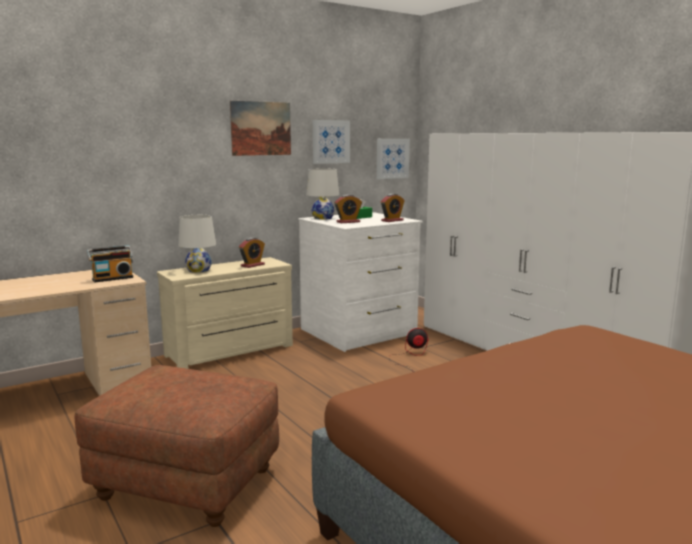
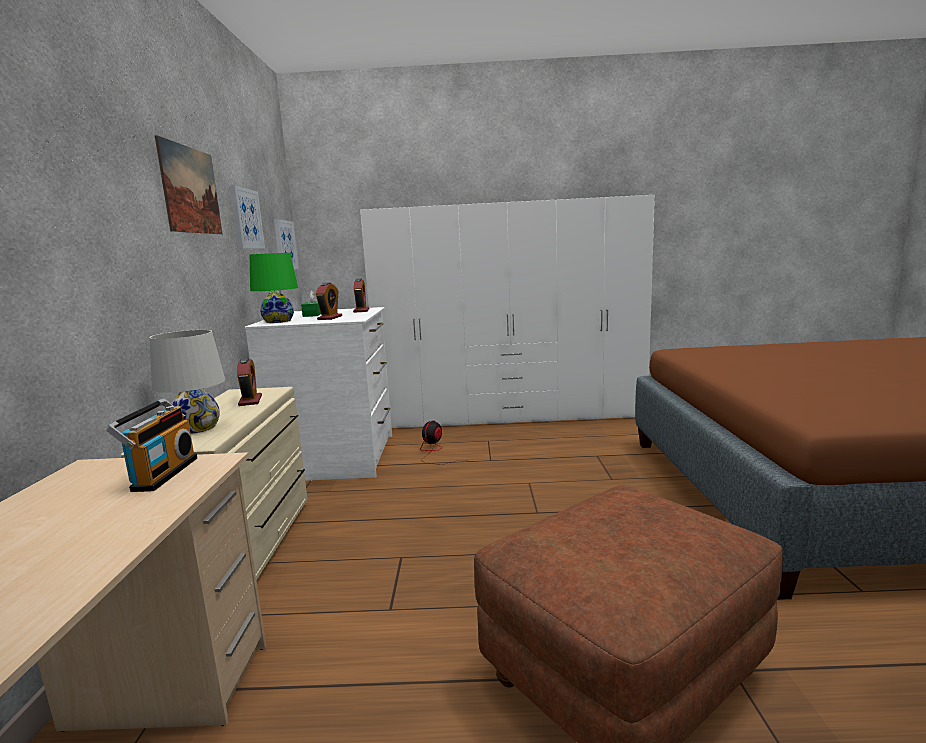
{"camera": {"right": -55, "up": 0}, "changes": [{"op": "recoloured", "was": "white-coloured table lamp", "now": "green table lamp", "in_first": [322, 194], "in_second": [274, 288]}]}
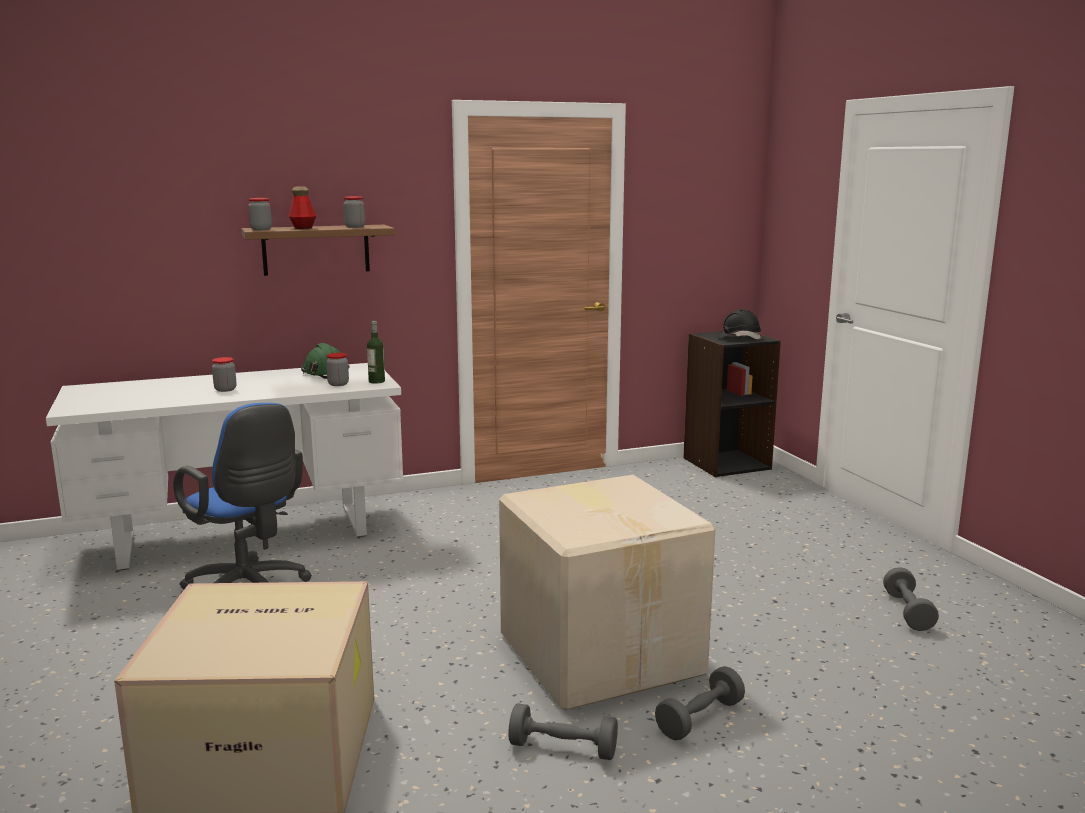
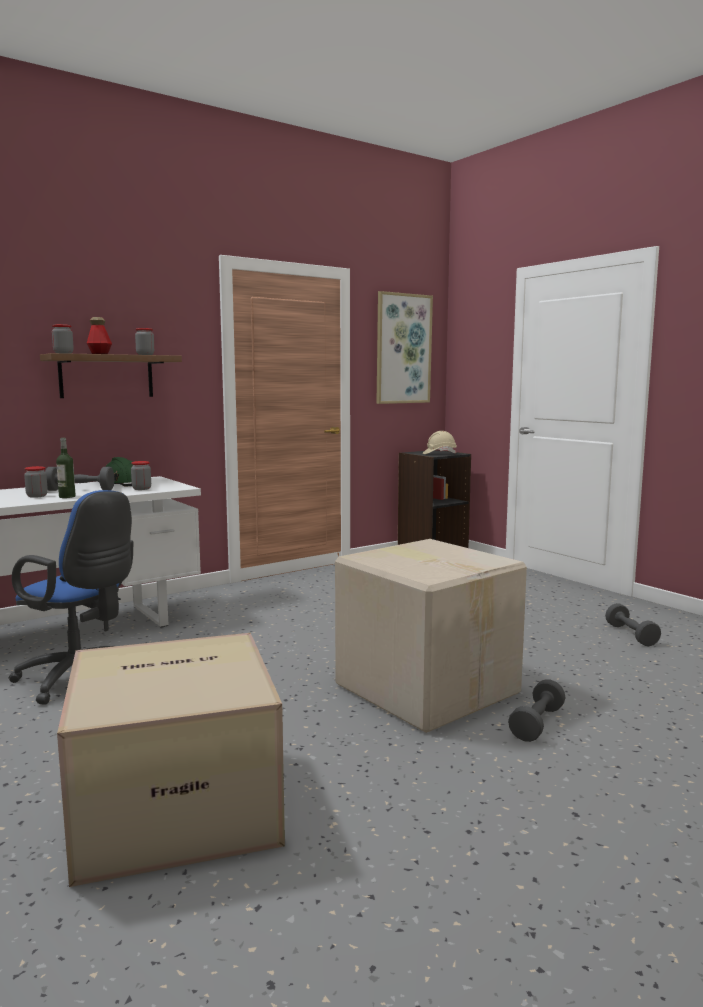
{"camera": {"right": -15, "up": -5}, "changes": [{"op": "moved", "was": "drink bottle", "in_first": [376, 352], "in_second": [66, 468]}, {"op": "moved", "was": "grey hand weight", "in_first": [563, 731], "in_second": [79, 479]}, {"op": "recoloured", "was": "black-coloured hard hat", "now": "beige-coloured hard hat", "in_first": [739, 324], "in_second": [440, 442]}, {"op": "added", "now": "wall art", "in_second": [404, 347]}]}
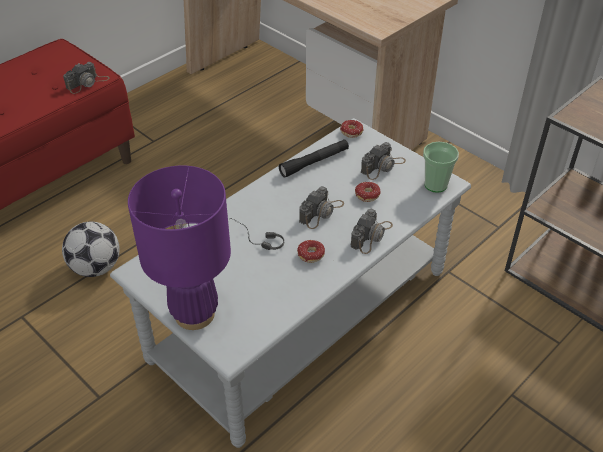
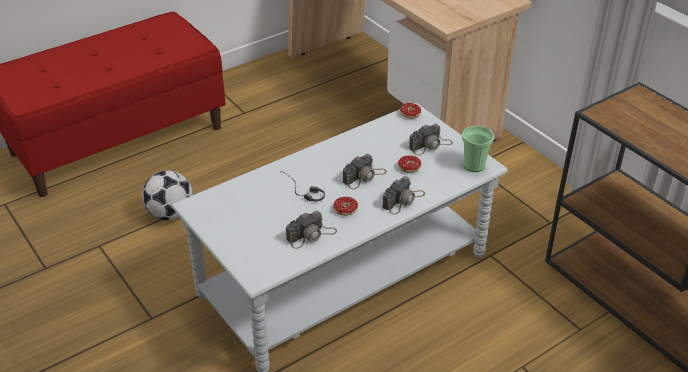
{"camera": {"right": 10, "up": -5}, "changes": [{"op": "moved", "was": "photo camera", "in_first": [86, 78], "in_second": [311, 230]}, {"op": "removed", "was": "purple table lamp", "in_first": [179, 247]}, {"op": "removed", "was": "black-coloured flashlight", "in_first": [314, 158]}]}
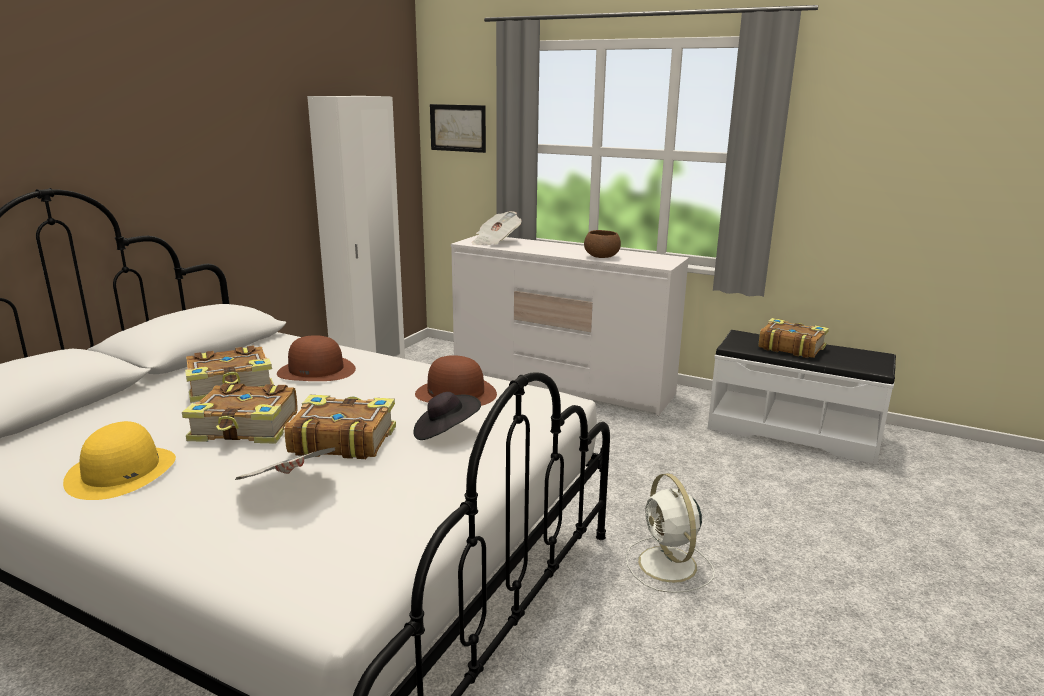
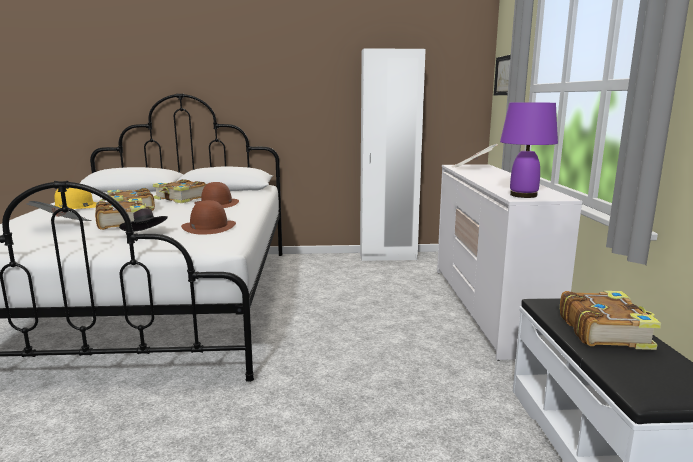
{"camera": {"right": 60, "up": -5}, "changes": [{"op": "removed", "was": "brownish bowl", "in_first": [602, 244]}, {"op": "removed", "was": "white-coloured electric fan", "in_first": [670, 533]}, {"op": "added", "now": "purple table lamp", "in_second": [529, 150]}]}
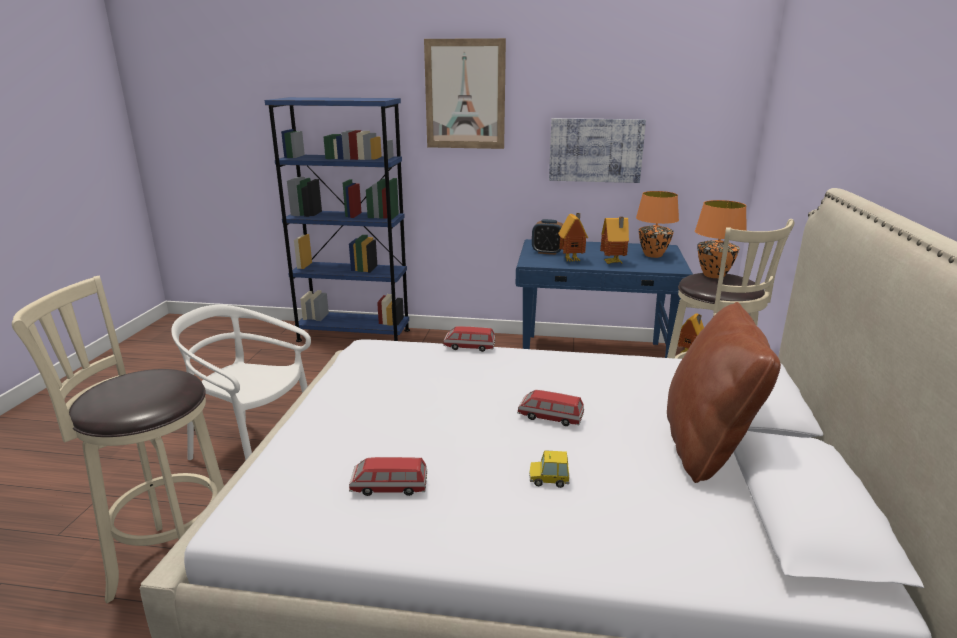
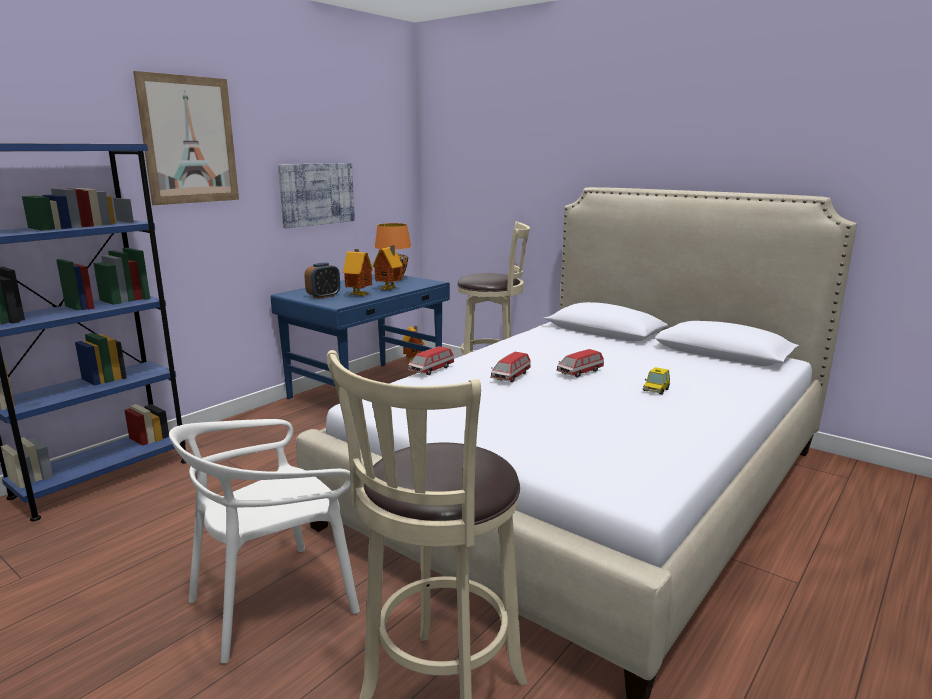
{"camera": {"right": -60, "up": -5}, "changes": [{"op": "moved", "was": "miniature car", "in_first": [388, 476], "in_second": [510, 367]}, {"op": "removed", "was": "brownish cushion", "in_first": [724, 392]}, {"op": "removed", "was": "orange-coloured table lamp", "in_first": [721, 239]}]}
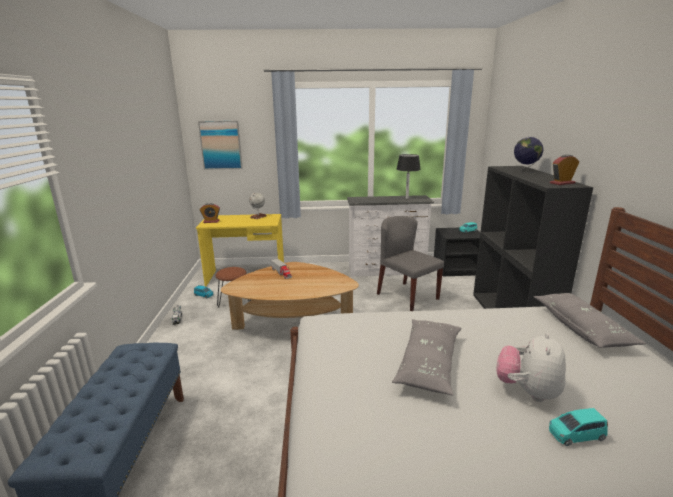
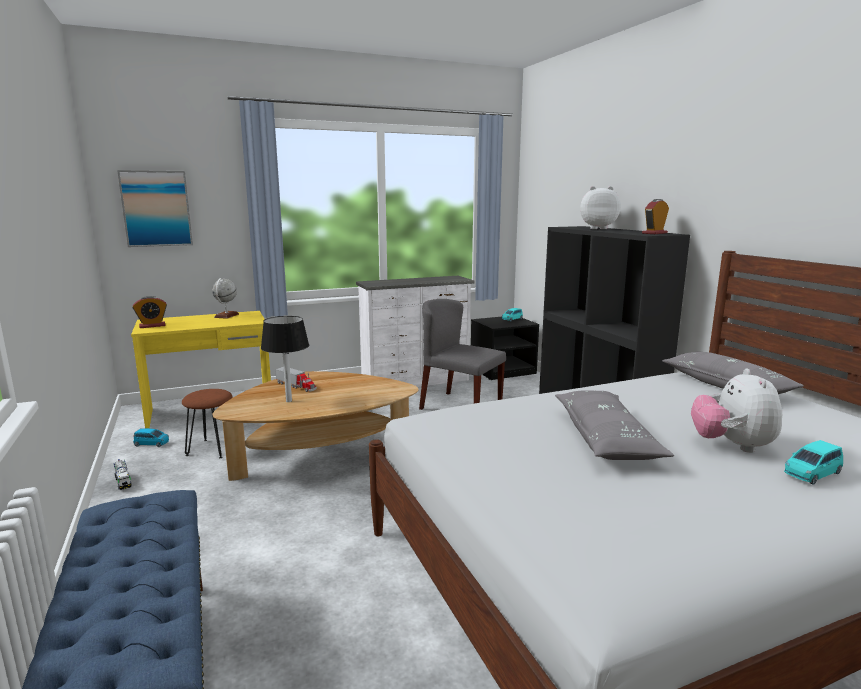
{"camera": {"right": -20, "up": -5}, "changes": [{"op": "moved", "was": "black-coloured table lamp", "in_first": [408, 176], "in_second": [285, 359]}, {"op": "replaced", "was": "world globe", "now": "cuddly toy", "in_first": [529, 155], "in_second": [600, 207]}]}
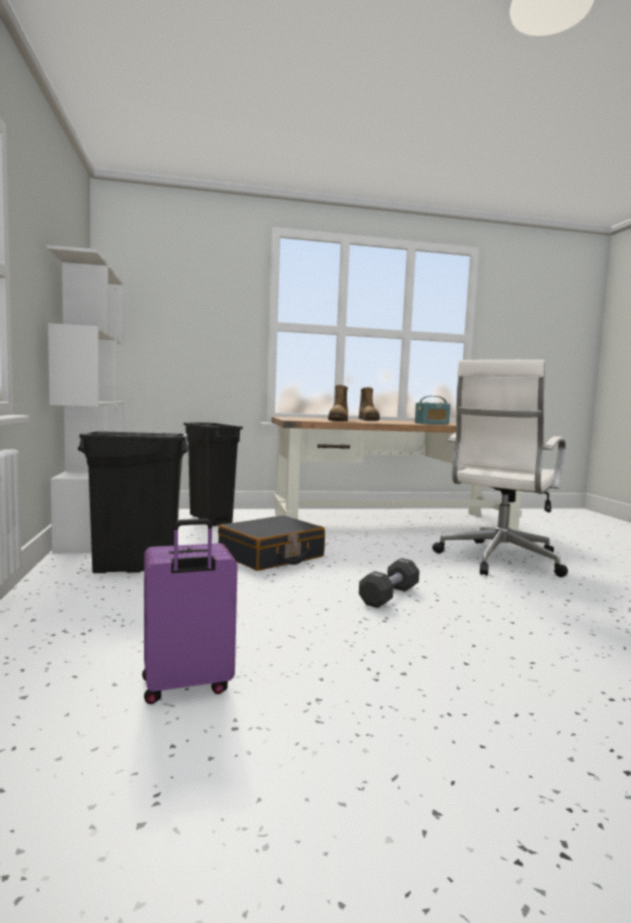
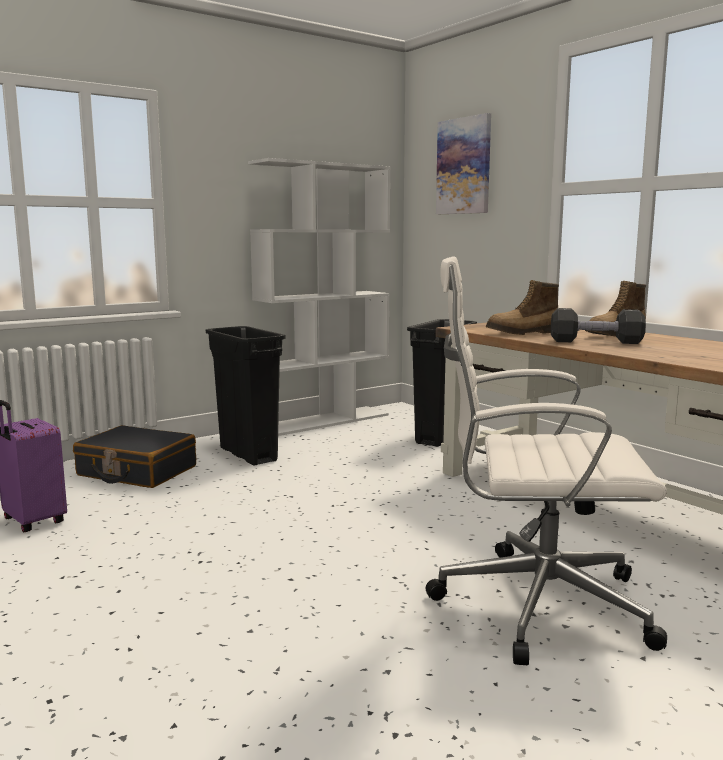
{"camera": {"right": 65, "up": 5}, "changes": [{"op": "moved", "was": "black-coloured travel case", "in_first": [271, 543], "in_second": [134, 456]}, {"op": "moved", "was": "black-coloured hand weight", "in_first": [389, 583], "in_second": [598, 326]}, {"op": "removed", "was": "radio set", "in_first": [432, 410]}, {"op": "added", "now": "wall art", "in_second": [463, 163]}]}
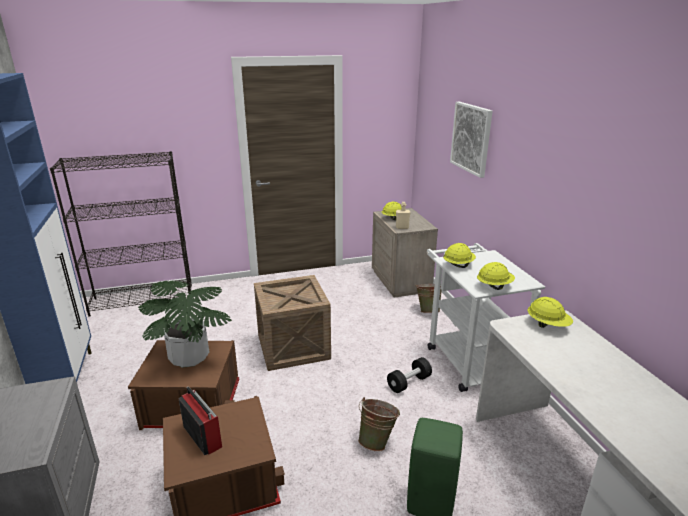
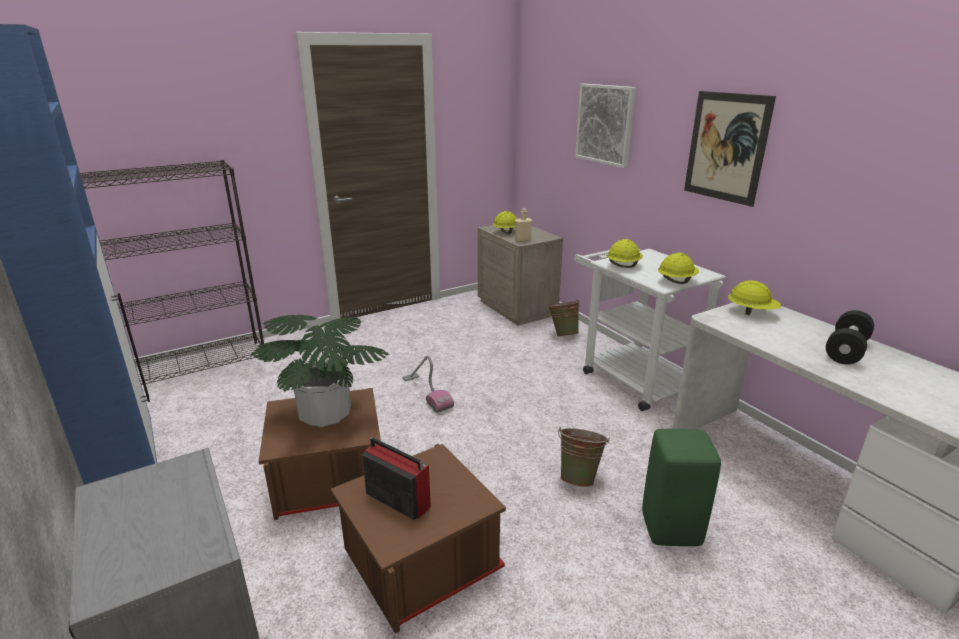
{"camera": {"right": -15, "up": 0}, "changes": [{"op": "replaced", "was": "shipping crate", "now": "vacuum cleaner", "in_first": [292, 323], "in_second": [428, 384]}, {"op": "moved", "was": "black-coloured hand weight", "in_first": [409, 375], "in_second": [850, 337]}, {"op": "added", "now": "wall art", "in_second": [730, 149]}]}
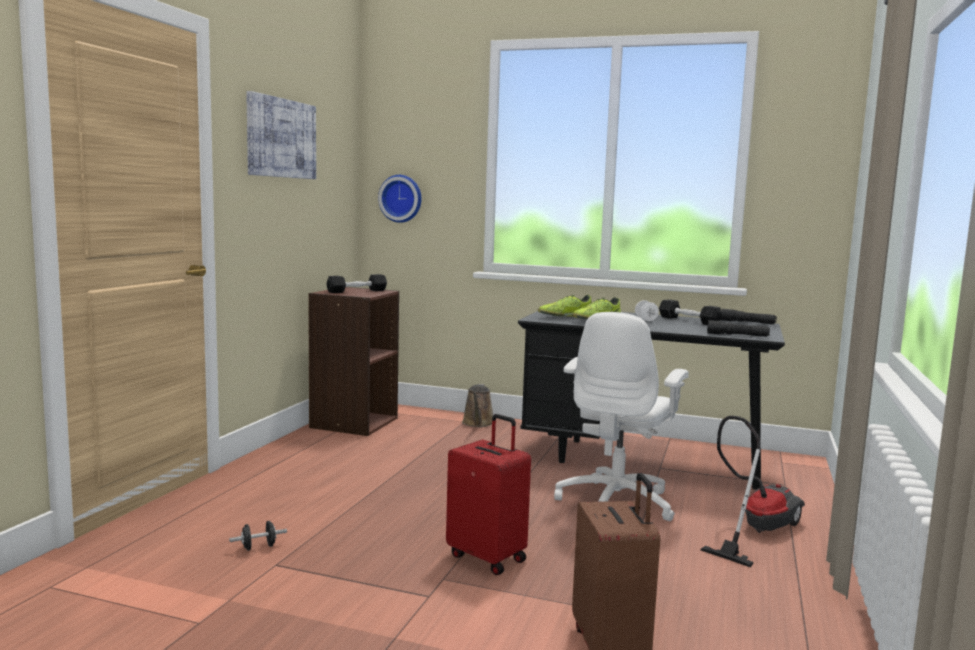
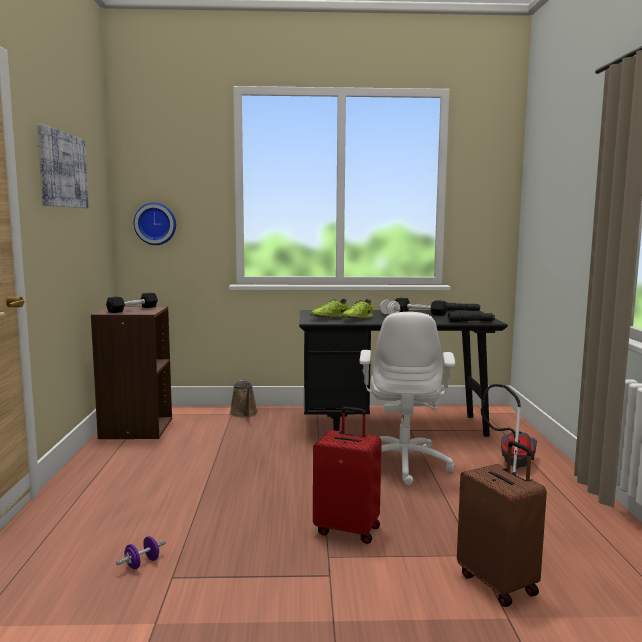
{"camera": {"right": -20, "up": 0}, "changes": [{"op": "recoloured", "was": "black-coloured hand weight", "now": "purple hand weight", "in_first": [258, 536], "in_second": [141, 552]}]}
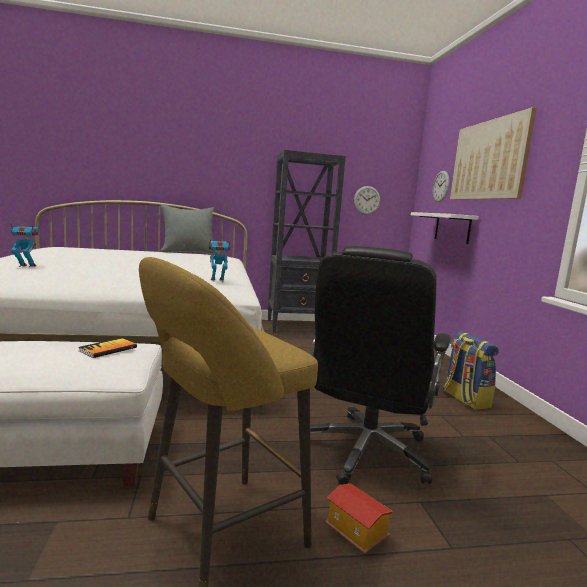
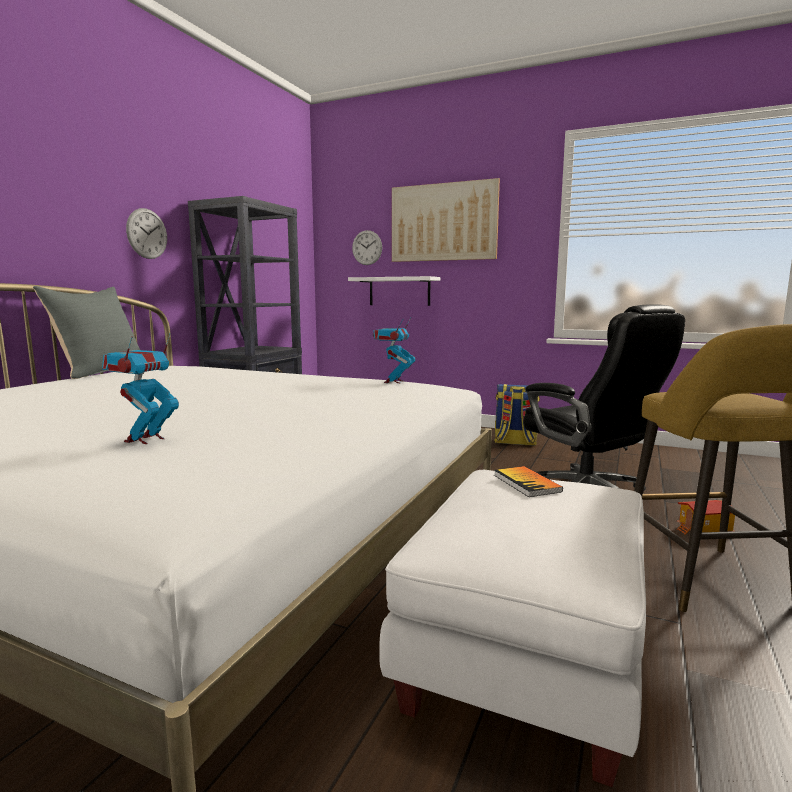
{"camera": {"right": -55, "up": 0}, "changes": [{"op": "moved", "was": "wall clock", "in_first": [367, 200], "in_second": [146, 233]}]}
